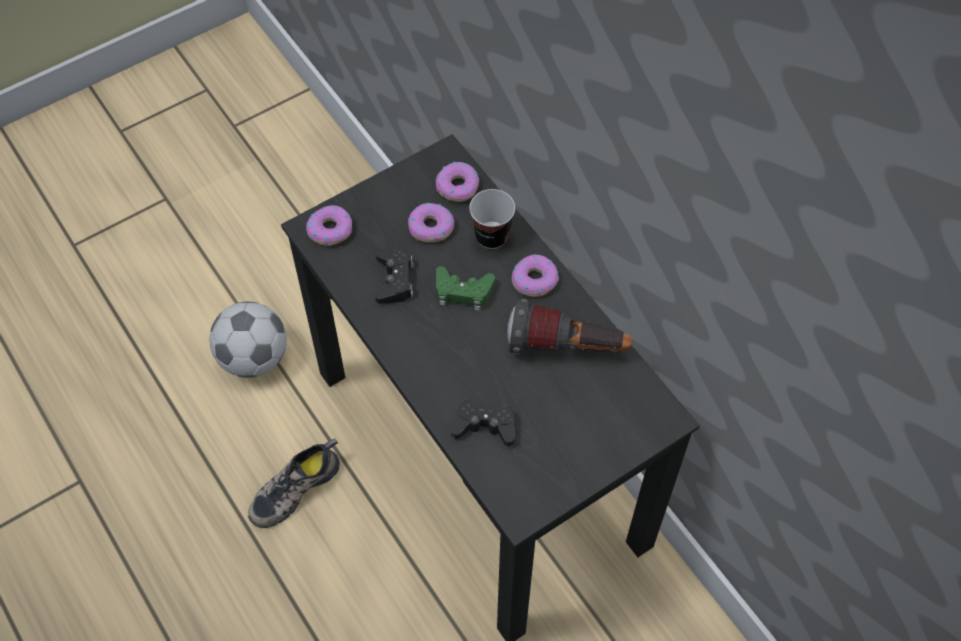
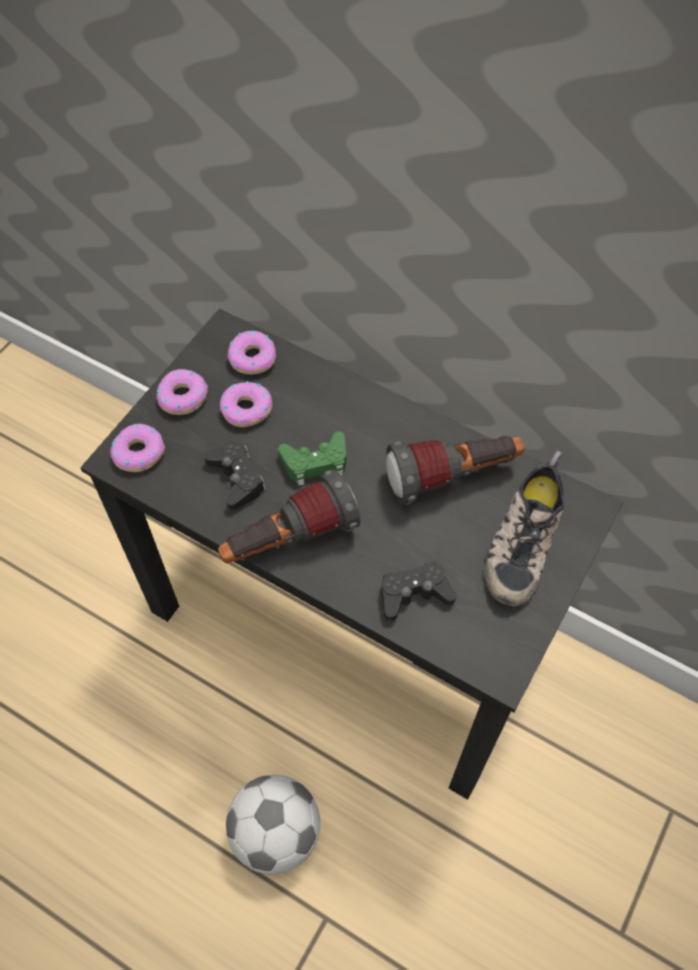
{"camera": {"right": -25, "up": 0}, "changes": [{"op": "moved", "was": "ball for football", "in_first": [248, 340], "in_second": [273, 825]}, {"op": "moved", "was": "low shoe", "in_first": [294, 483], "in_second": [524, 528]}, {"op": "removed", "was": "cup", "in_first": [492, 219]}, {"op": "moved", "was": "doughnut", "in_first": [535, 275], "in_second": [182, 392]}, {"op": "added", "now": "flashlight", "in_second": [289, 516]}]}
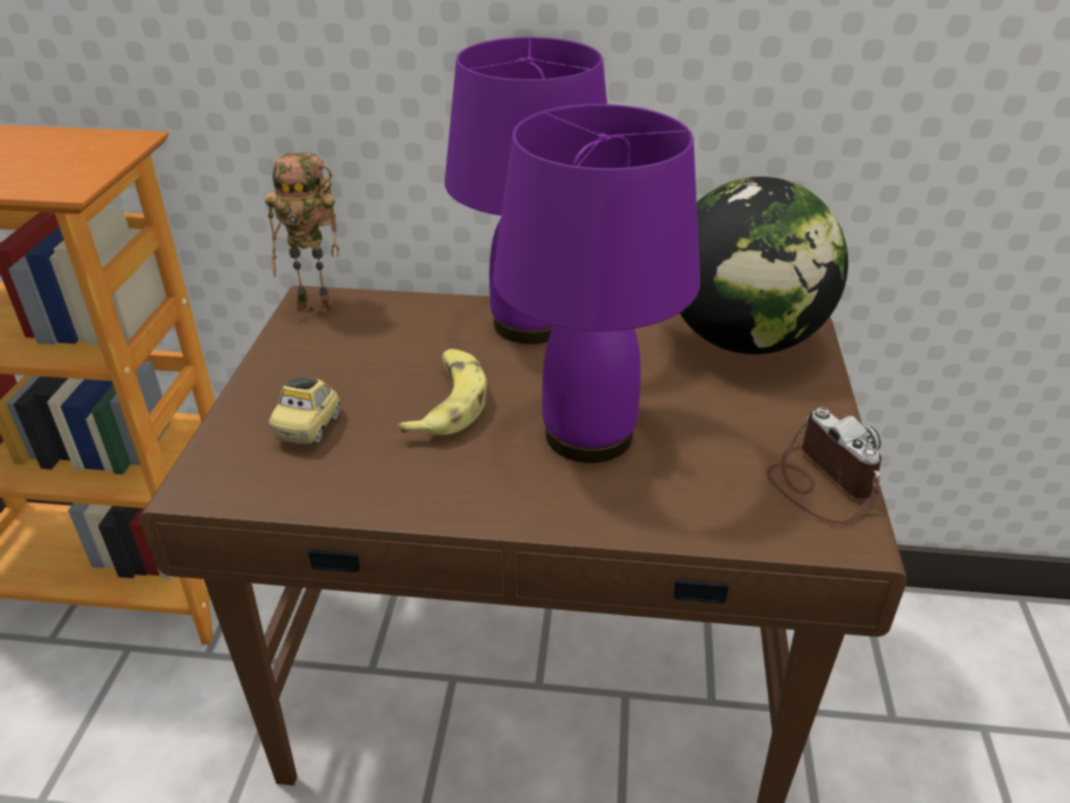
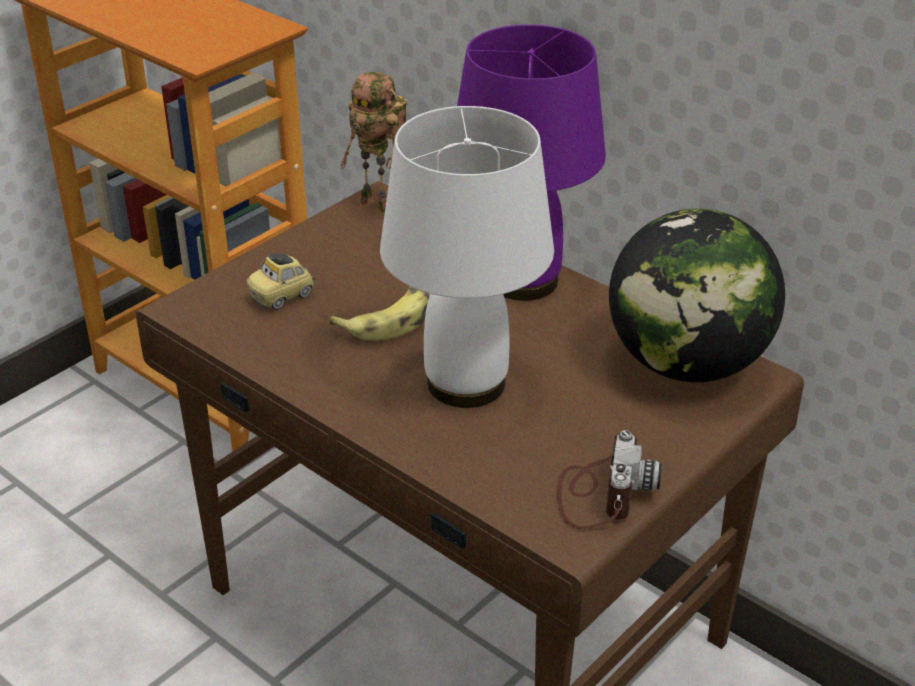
{"camera": {"right": 35, "up": 0}, "changes": [{"op": "recoloured", "was": "purple table lamp", "now": "white-coloured table lamp", "in_first": [596, 283], "in_second": [467, 257]}]}
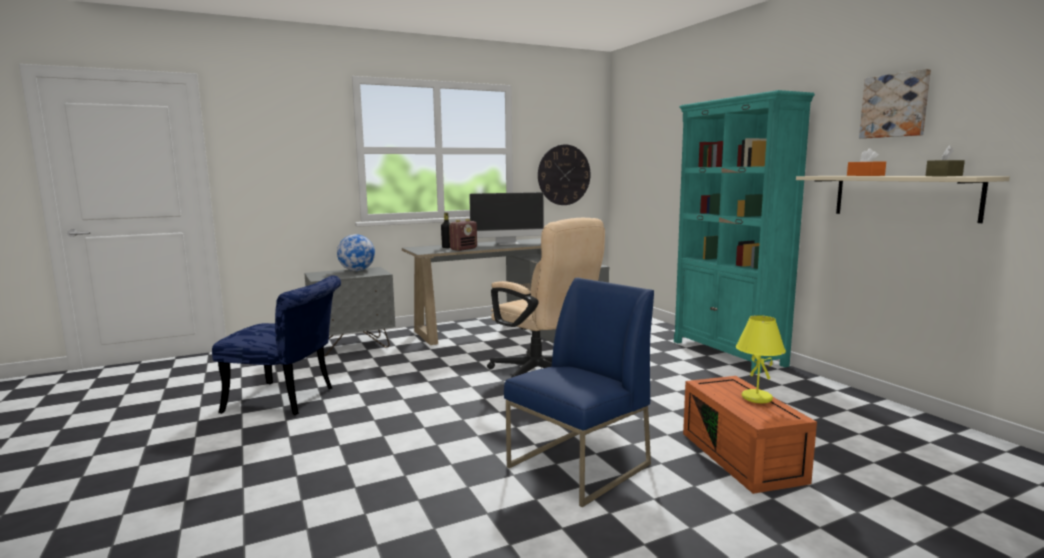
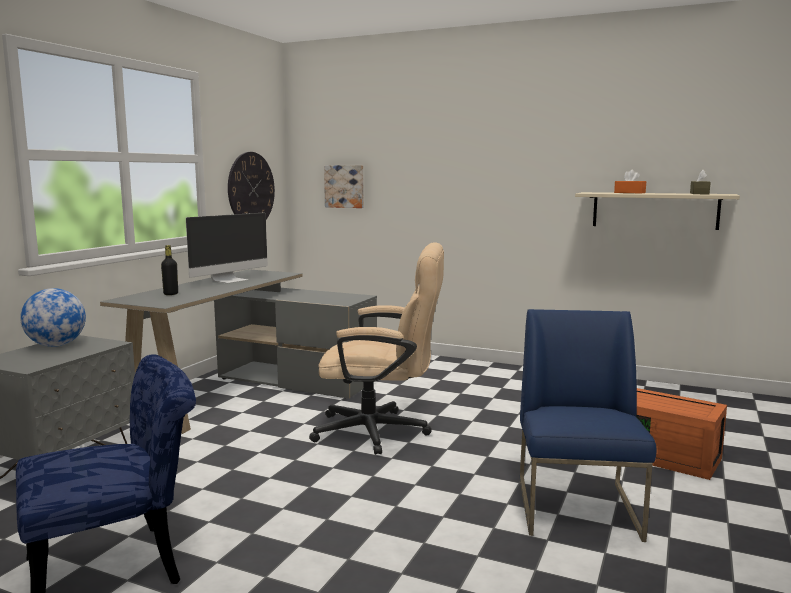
{"camera": {"right": -40, "up": 0}, "changes": [{"op": "removed", "was": "radio set", "in_first": [463, 235]}, {"op": "removed", "was": "turquoise-coloured bookshelf", "in_first": [744, 232]}, {"op": "removed", "was": "yellow-coloured table lamp", "in_first": [761, 359]}, {"op": "moved", "was": "wall art", "in_first": [895, 104], "in_second": [344, 186]}]}
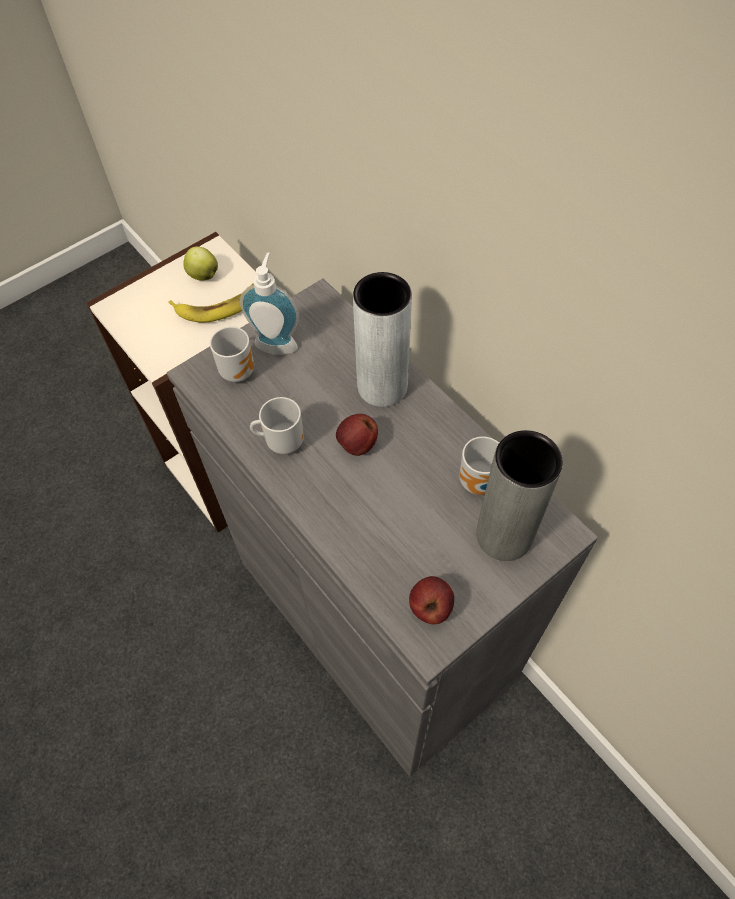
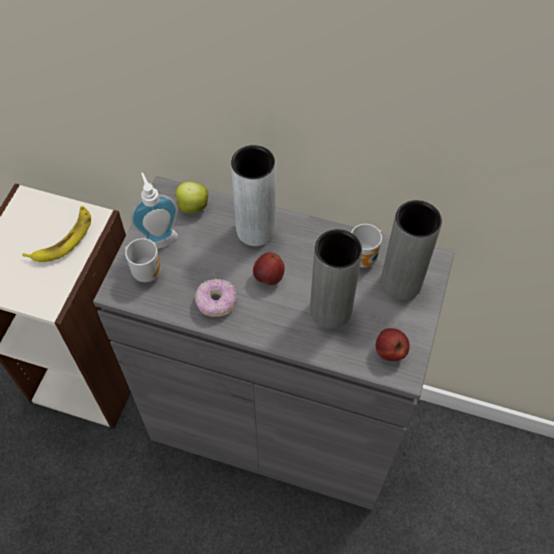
{"camera": {"right": -35, "up": 0}, "changes": [{"op": "moved", "was": "apple fruit", "in_first": [201, 263], "in_second": [190, 197]}, {"op": "replaced", "was": "mug", "now": "doughnut", "in_first": [277, 425], "in_second": [216, 297]}, {"op": "added", "now": "grey flower vase", "in_second": [336, 279]}]}
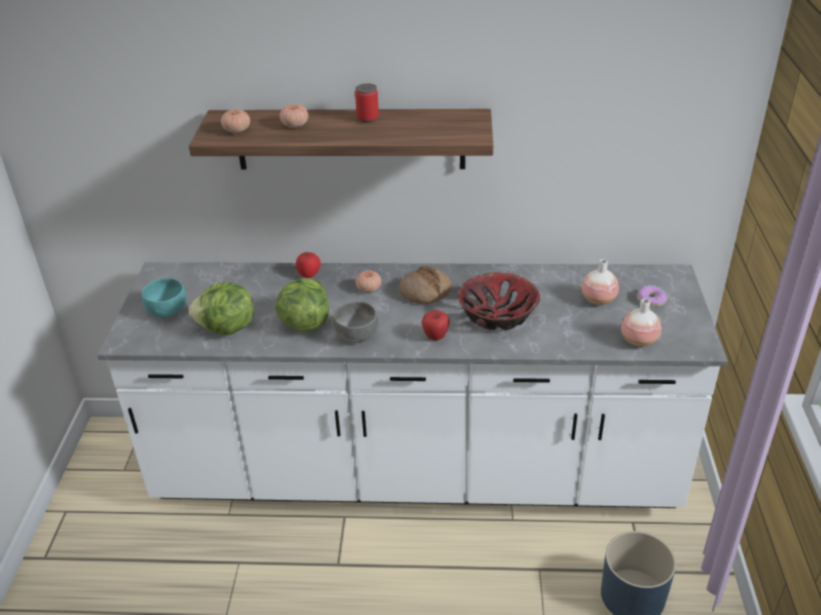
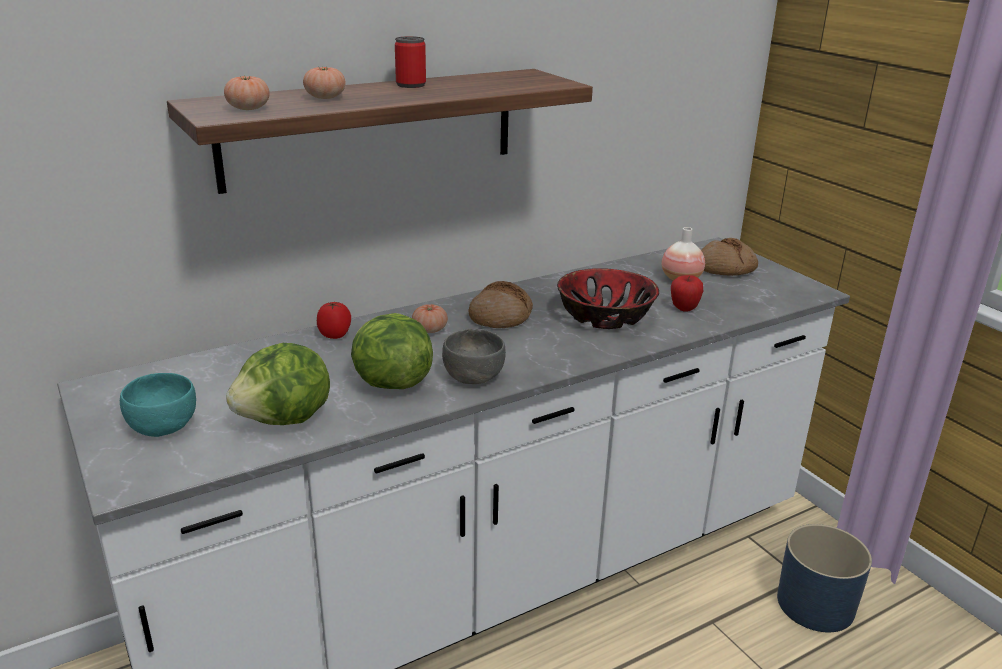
{"camera": {"right": -35, "up": -10}, "changes": [{"op": "moved", "was": "apple fruit", "in_first": [435, 325], "in_second": [687, 293]}, {"op": "removed", "was": "flower vase", "in_first": [641, 322]}, {"op": "replaced", "was": "doughnut", "now": "baked bread", "in_first": [652, 296], "in_second": [729, 257]}]}
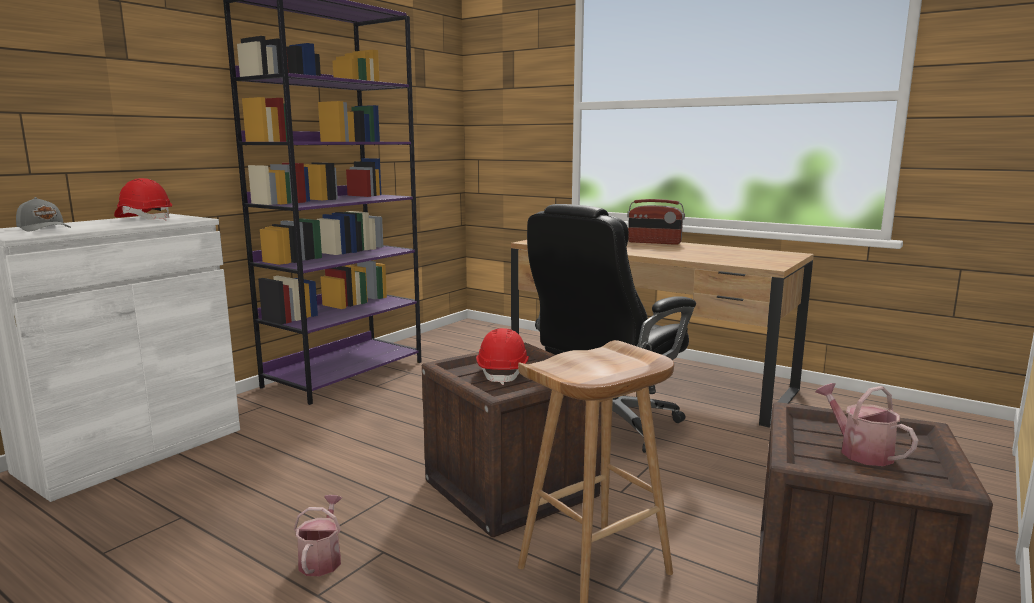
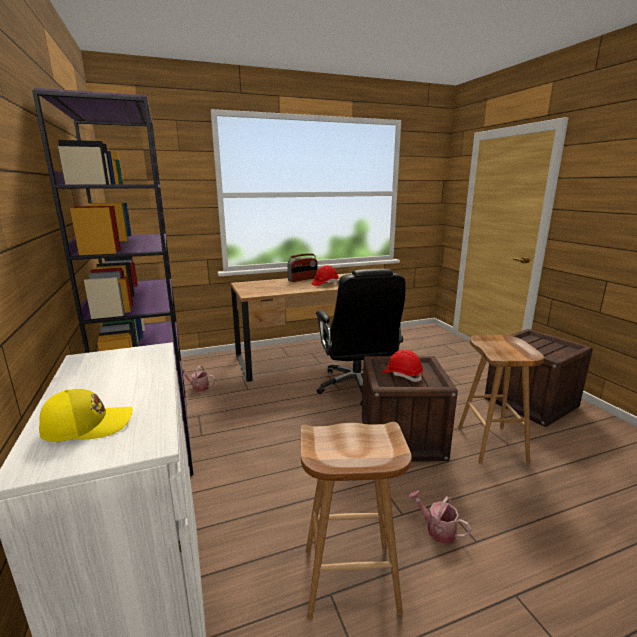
{"camera": {"right": -55, "up": 5}, "changes": [{"op": "recoloured", "was": "grey baseball cap", "now": "yellow-coloured baseball cap", "in_first": [43, 214], "in_second": [86, 415]}, {"op": "moved", "was": "reddish hard hat", "in_first": [143, 199], "in_second": [325, 275]}, {"op": "moved", "was": "watering can", "in_first": [866, 424], "in_second": [198, 378]}, {"op": "added", "now": "brownish stool seat", "in_second": [356, 521]}]}
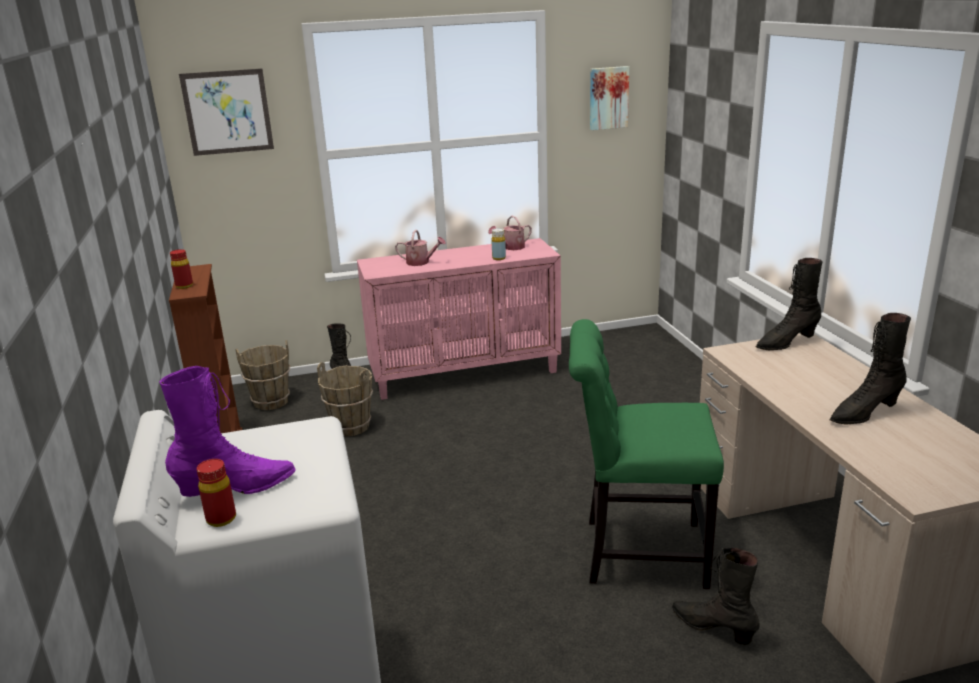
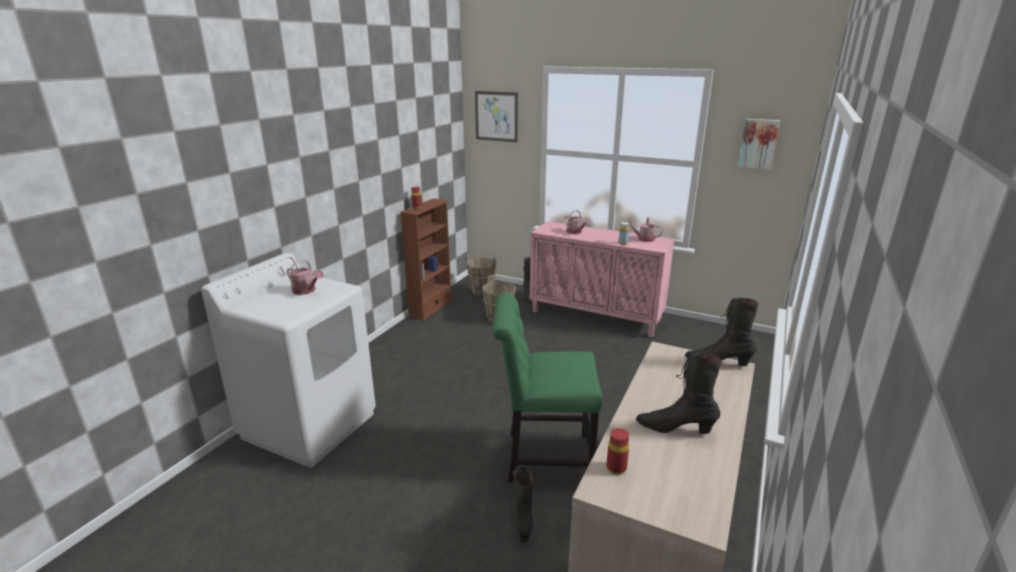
{"camera": {"right": 40, "up": 0}, "changes": [{"op": "removed", "was": "purple high-top boot", "in_first": [228, 431]}, {"op": "moved", "was": "reddish drink bottle", "in_first": [216, 493], "in_second": [617, 451]}, {"op": "turned", "was": "green plain chair", "in_first": [646, 454], "in_second": [547, 387], "clockwise": -45}, {"op": "added", "now": "watering can", "in_second": [305, 277]}]}
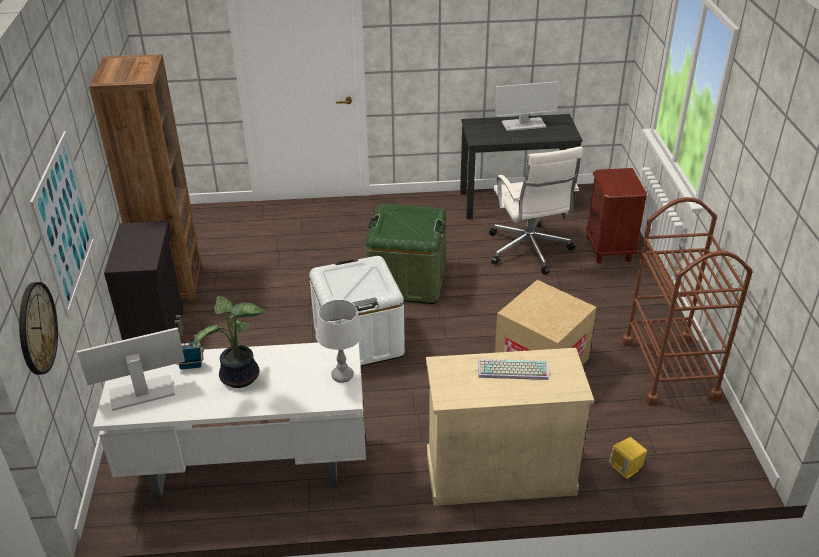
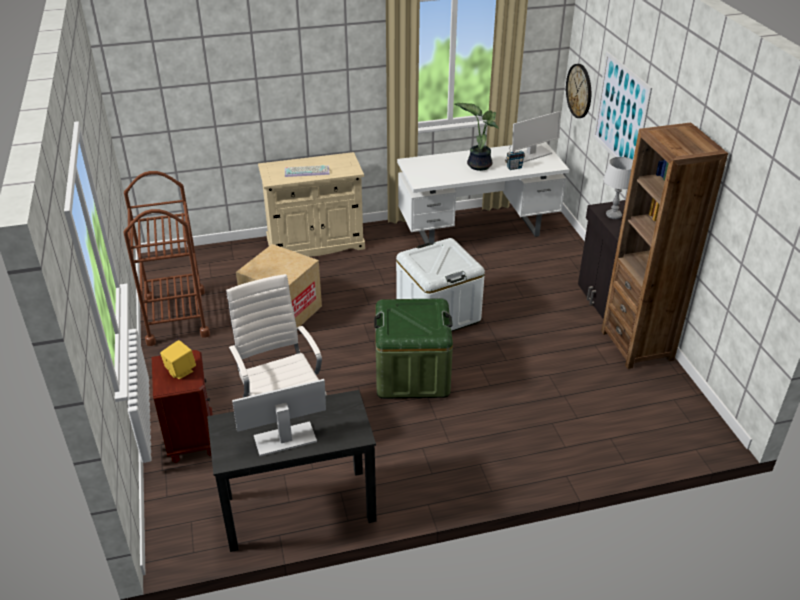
{"camera": {"right": 170, "up": 0}, "changes": [{"op": "moved", "was": "grey table lamp", "in_first": [339, 341], "in_second": [618, 188]}, {"op": "moved", "was": "yellow-coloured audio speaker", "in_first": [628, 458], "in_second": [178, 359]}]}
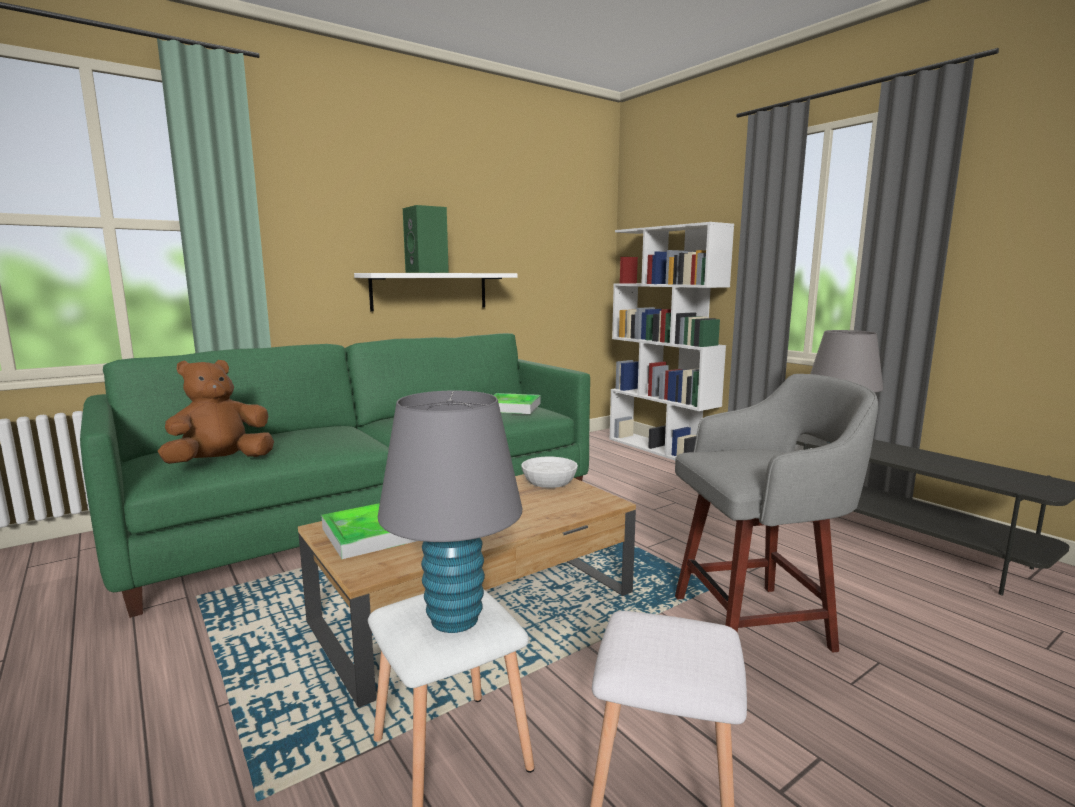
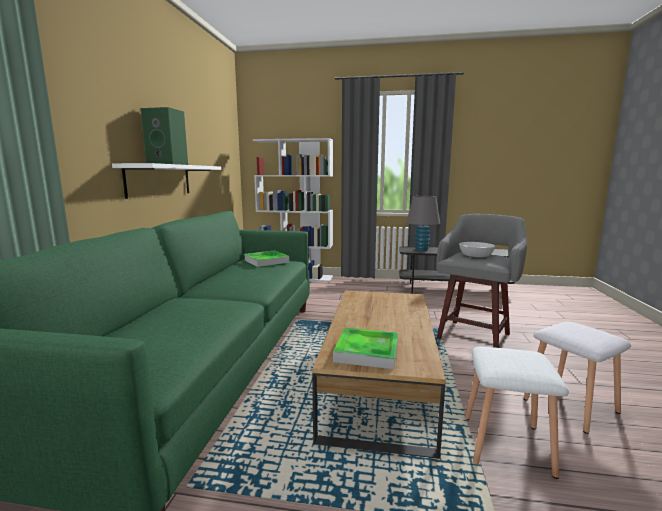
{"camera": {"right": -45, "up": 0}, "changes": [{"op": "removed", "was": "brownish cuddly toy", "in_first": [216, 412]}, {"op": "removed", "was": "grey table lamp", "in_first": [450, 512]}, {"op": "moved", "was": "white-coloured bowl", "in_first": [549, 472], "in_second": [477, 249]}]}
